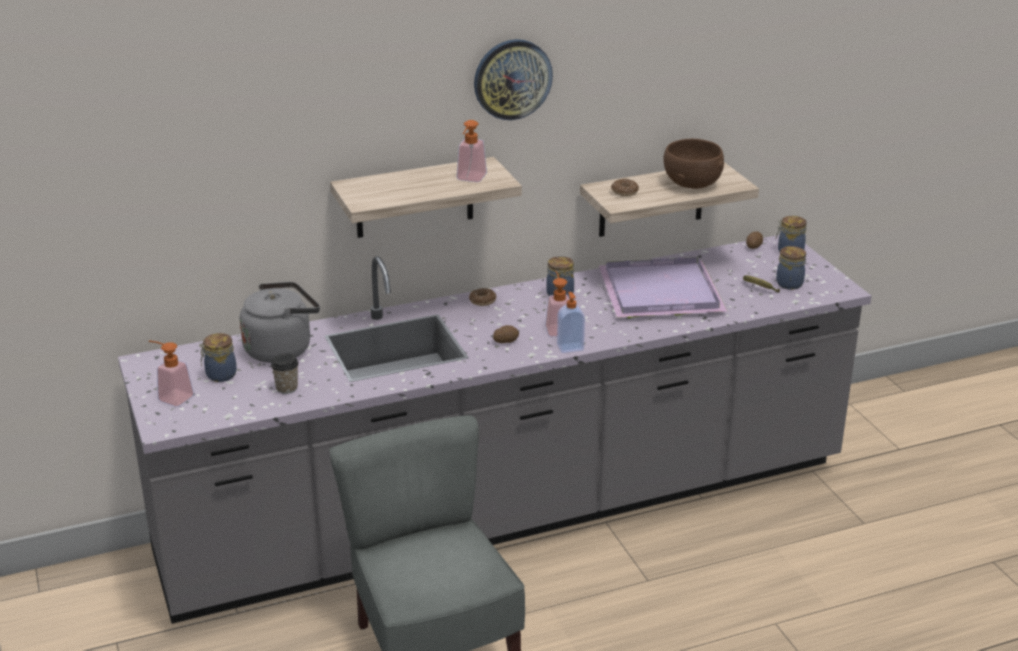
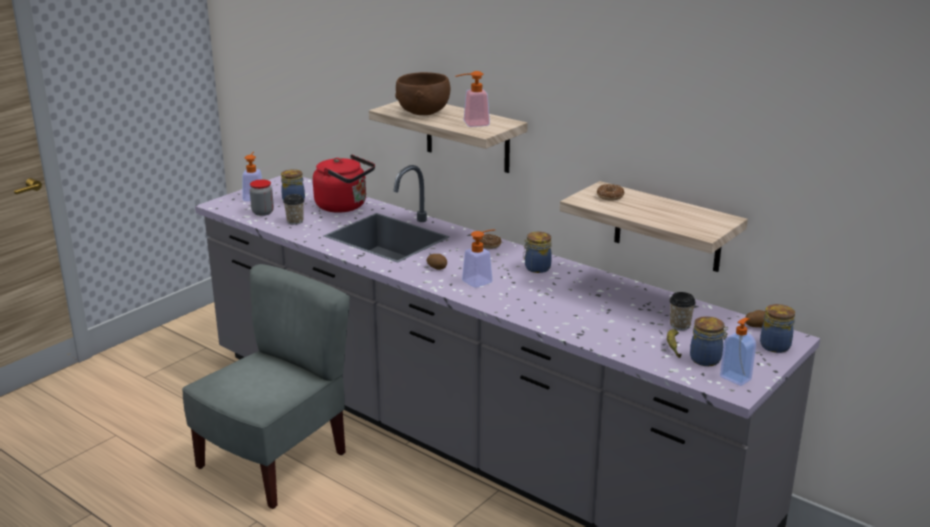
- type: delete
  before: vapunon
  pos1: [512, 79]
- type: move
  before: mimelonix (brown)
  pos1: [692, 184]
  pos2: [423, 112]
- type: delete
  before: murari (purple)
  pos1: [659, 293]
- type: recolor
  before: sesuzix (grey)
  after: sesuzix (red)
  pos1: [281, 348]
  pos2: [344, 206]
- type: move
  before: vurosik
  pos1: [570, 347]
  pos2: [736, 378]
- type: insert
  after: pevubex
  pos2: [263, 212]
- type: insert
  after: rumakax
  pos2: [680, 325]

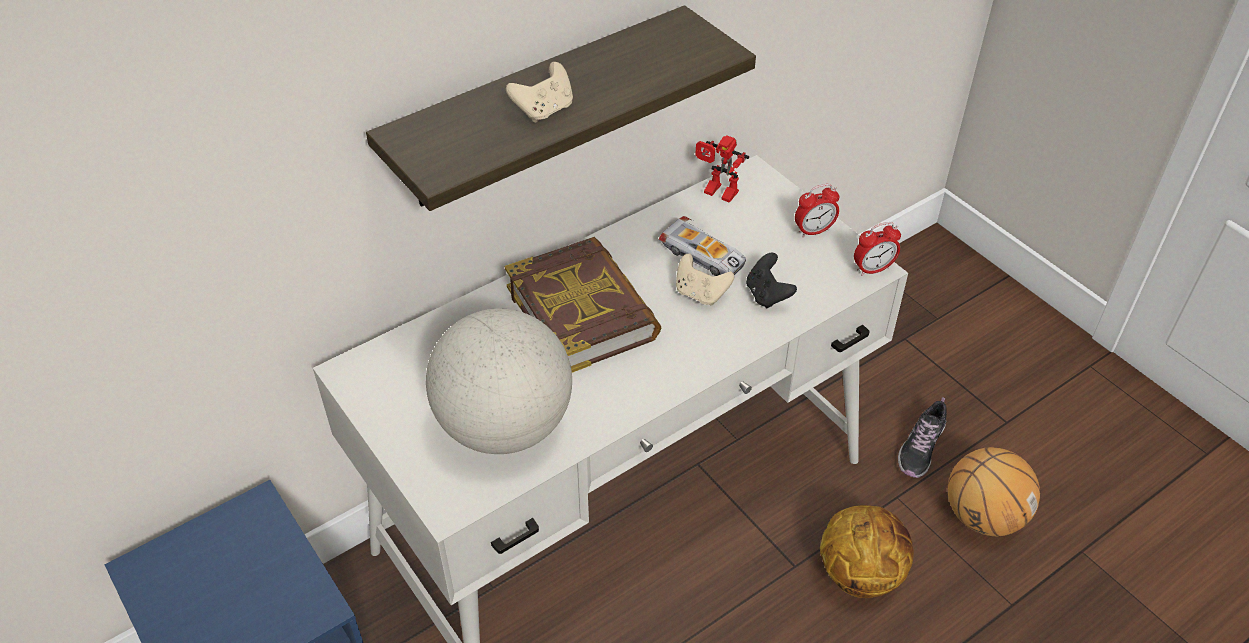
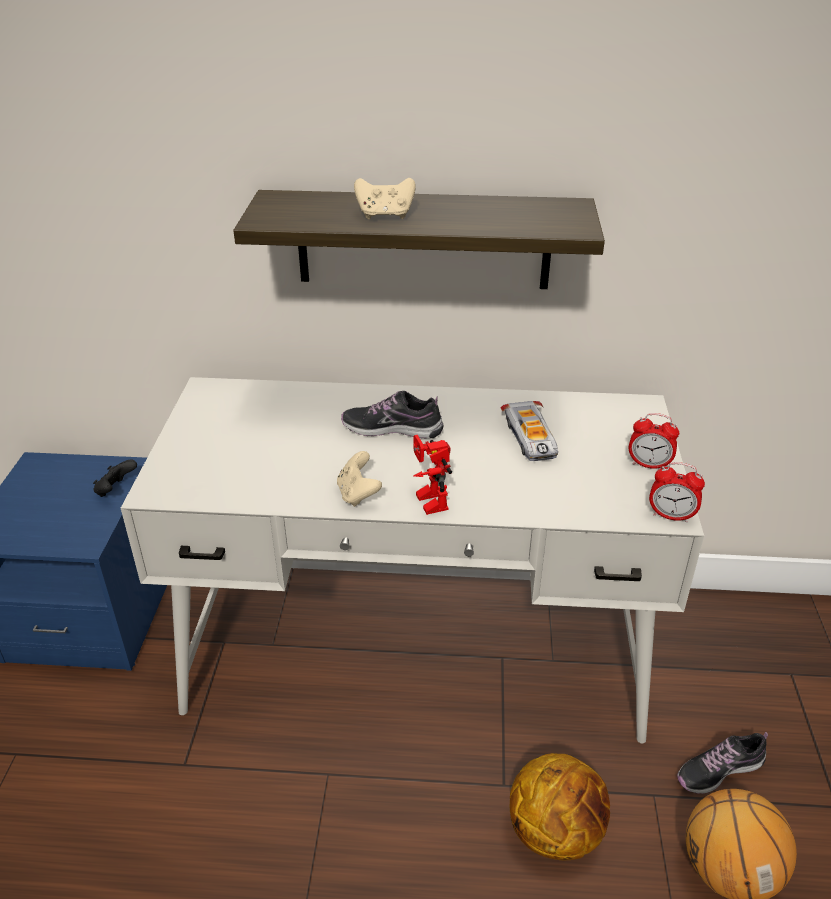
- type: move
  before: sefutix
  pos1: [717, 193]
  pos2: [426, 501]
- type: replace
  before: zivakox
  after: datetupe
  pos1: [582, 312]
  pos2: [392, 429]
- type: move
  before: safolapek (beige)
  pos1: [700, 294]
  pos2: [358, 494]
- type: move
  before: safolapek (black)
  pos1: [767, 295]
  pos2: [116, 490]
- type: delete
  before: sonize
  pos1: [505, 426]

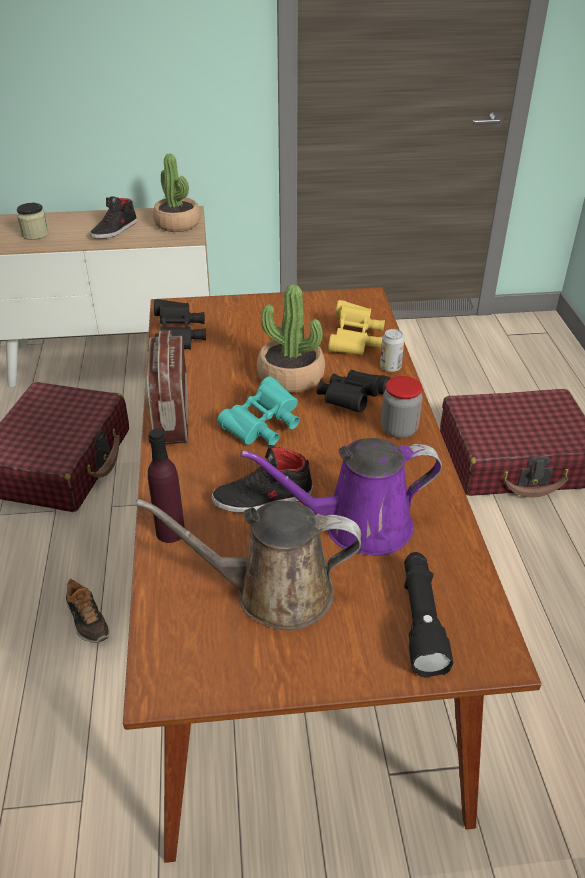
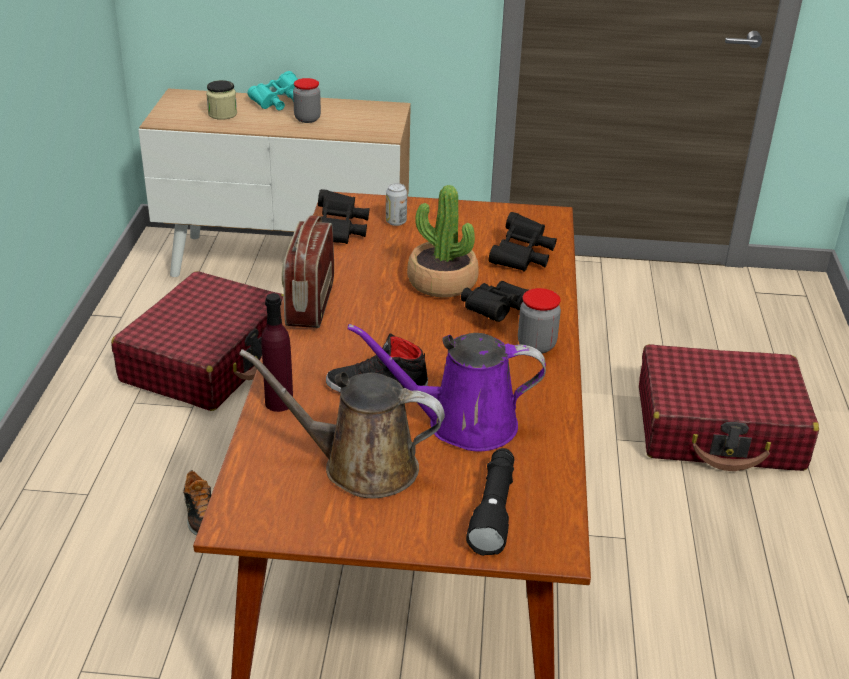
- type: delete
  before: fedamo
  pos1: [177, 224]
- type: replace
  before: datetupe (black)
  after: pevubex
  pos1: [115, 230]
  pos2: [307, 119]
- type: recolor
  before: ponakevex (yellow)
  after: ponakevex (black)
  pos1: [355, 341]
  pos2: [522, 257]
- type: move
  before: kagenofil
  pos1: [390, 367]
  pos2: [396, 222]
- type: move
  before: ponakevex (turquoise)
  pos1: [263, 427]
  pos2: [279, 102]

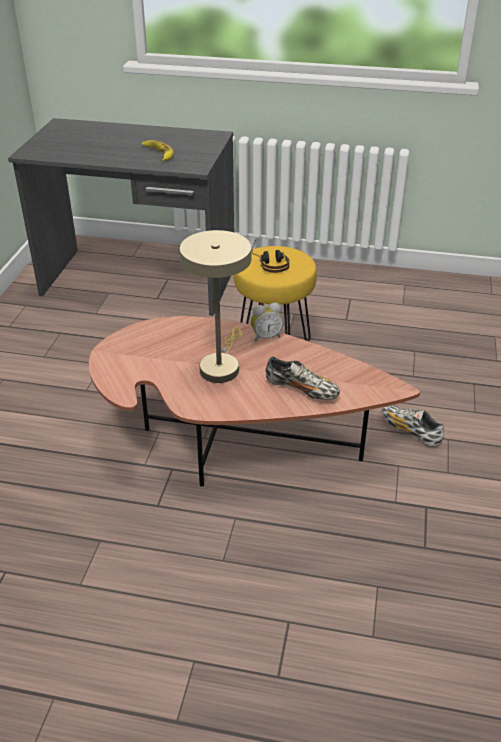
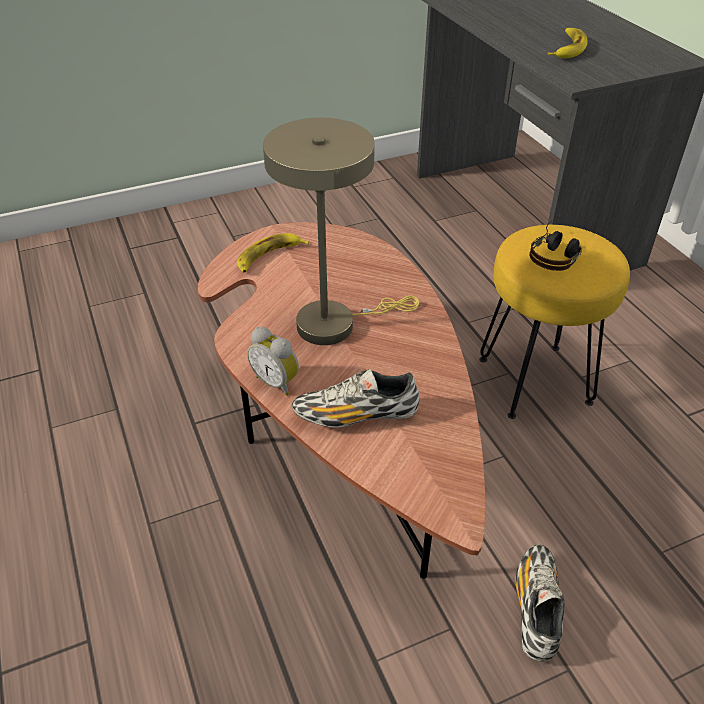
- type: move
  before: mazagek
  pos1: [266, 337]
  pos2: [277, 381]
- type: rotate
  before: datetupe
  pos1: [301, 390]
  pos2: [356, 415]
  turn: 90
- type: insert
  after: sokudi
  pos2: [269, 257]

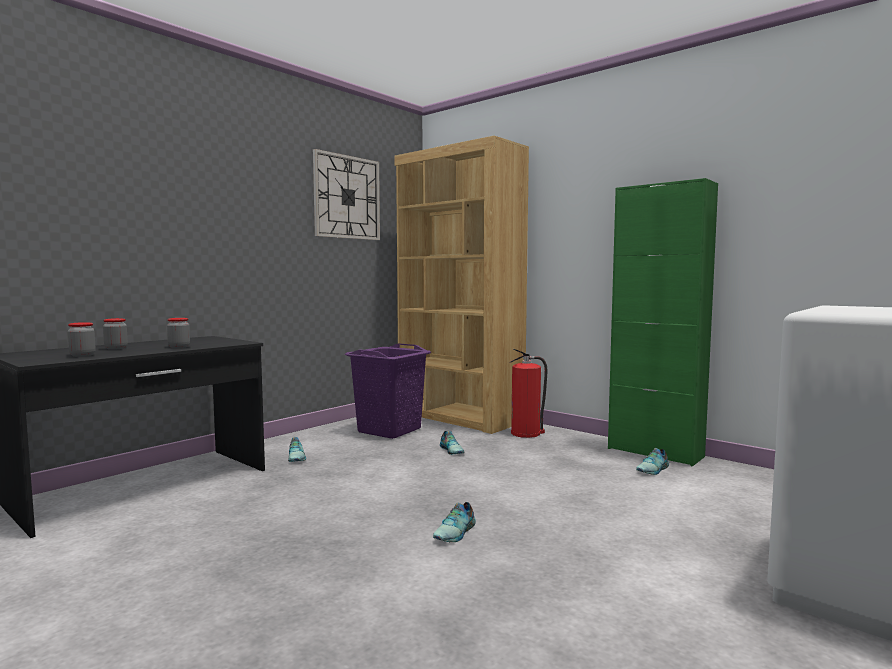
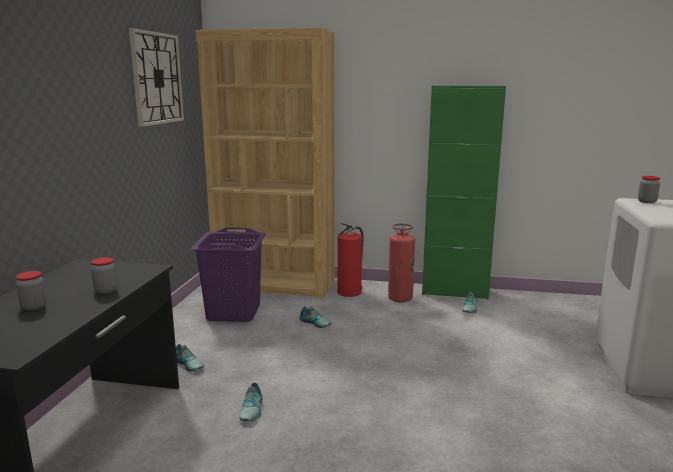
- type: move
  before: pevubex
  pos1: [82, 355]
  pos2: [647, 201]
- type: move
  before: datetupe
  pos1: [456, 533]
  pos2: [252, 410]
- type: insert
  after: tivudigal
  pos2: [400, 298]

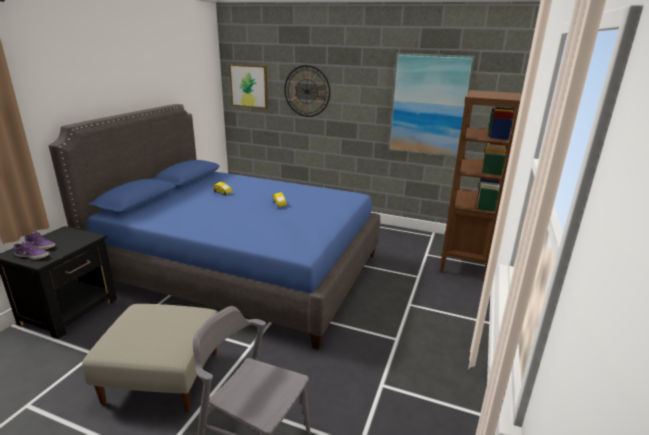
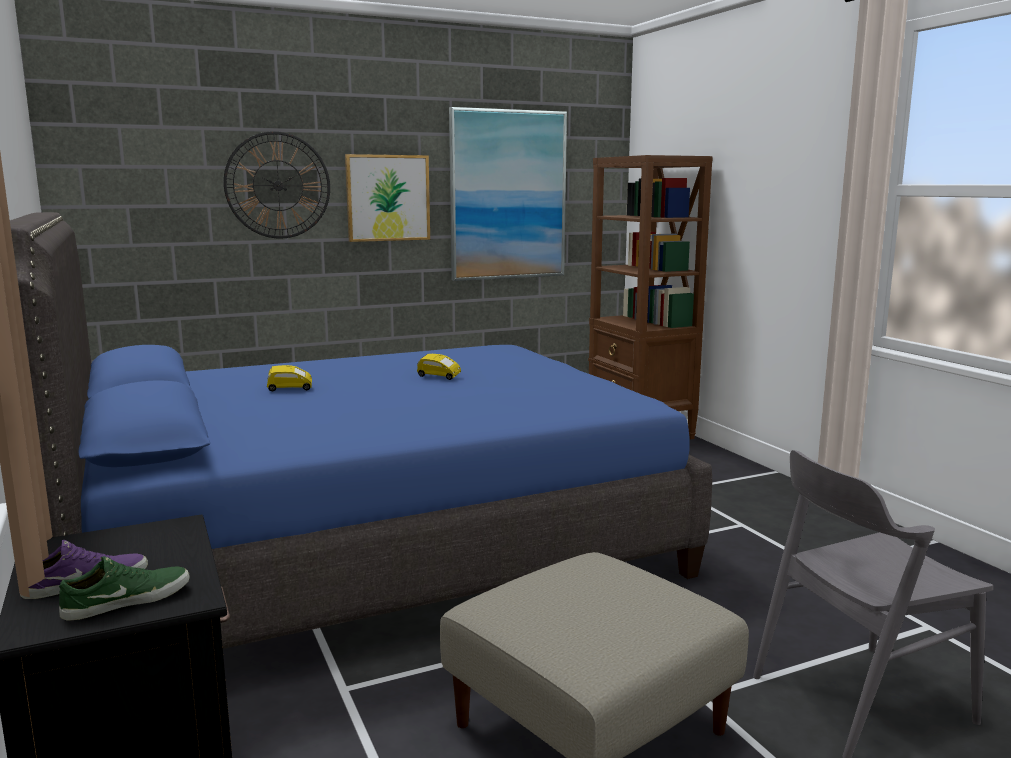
- type: move
  before: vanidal
  pos1: [249, 86]
  pos2: [388, 198]
- type: recolor
  before: datetupe (purple)
  after: datetupe (green)
  pos1: [33, 255]
  pos2: [127, 600]

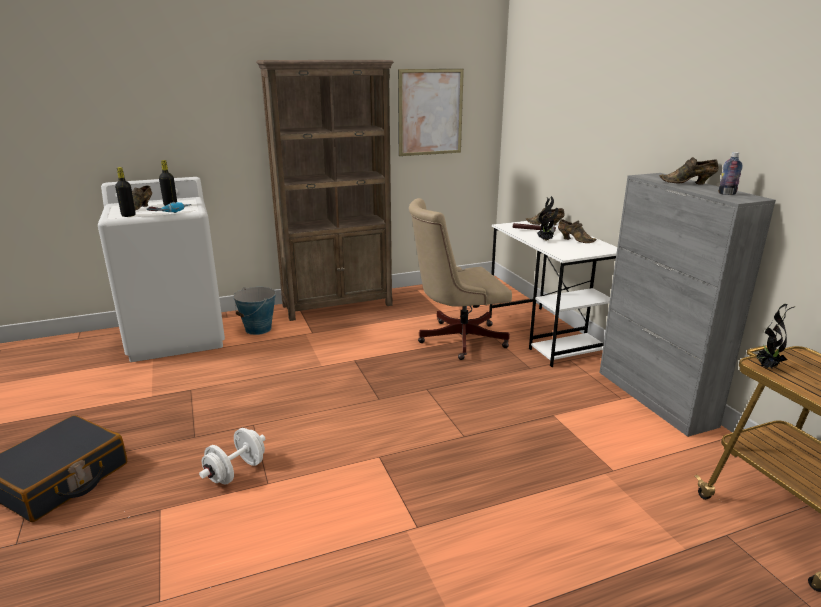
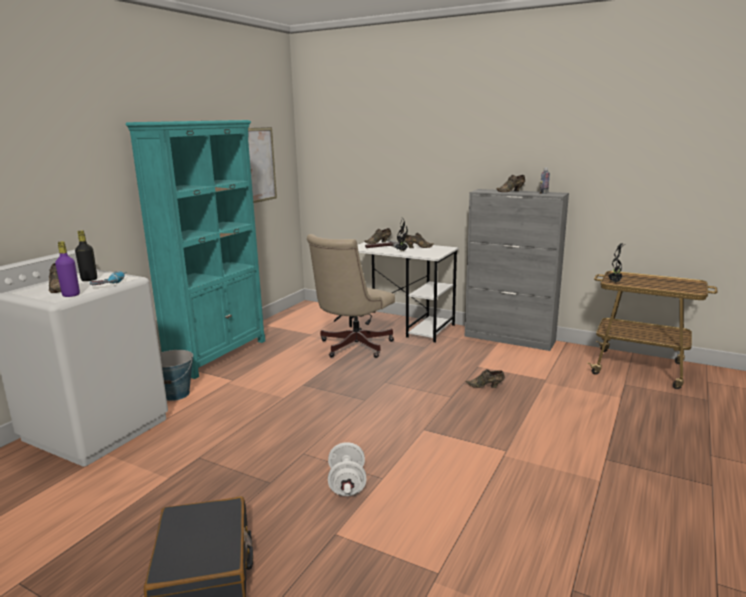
- type: recolor
  before: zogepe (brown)
  after: zogepe (turquoise)
  pos1: [338, 305]
  pos2: [218, 354]
- type: recolor
  before: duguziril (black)
  after: duguziril (purple)
  pos1: [128, 215]
  pos2: [71, 295]
- type: insert
  after: datetupe (brown)
  pos2: [486, 386]

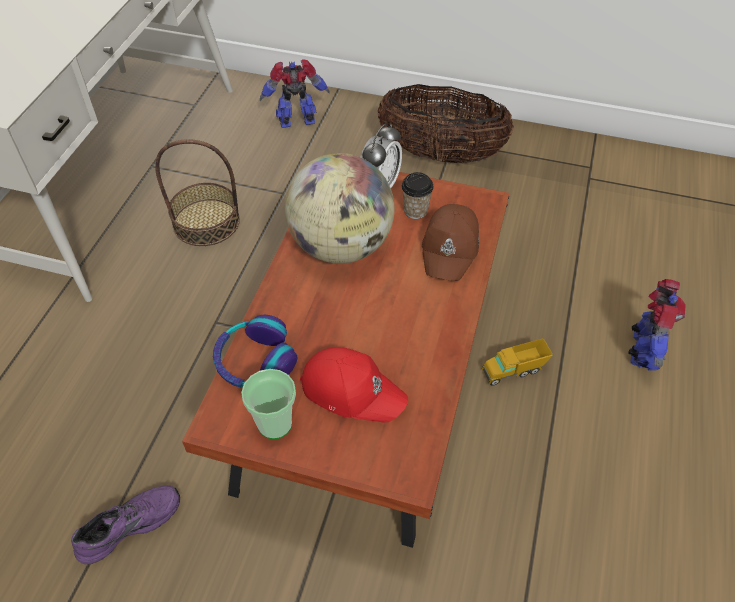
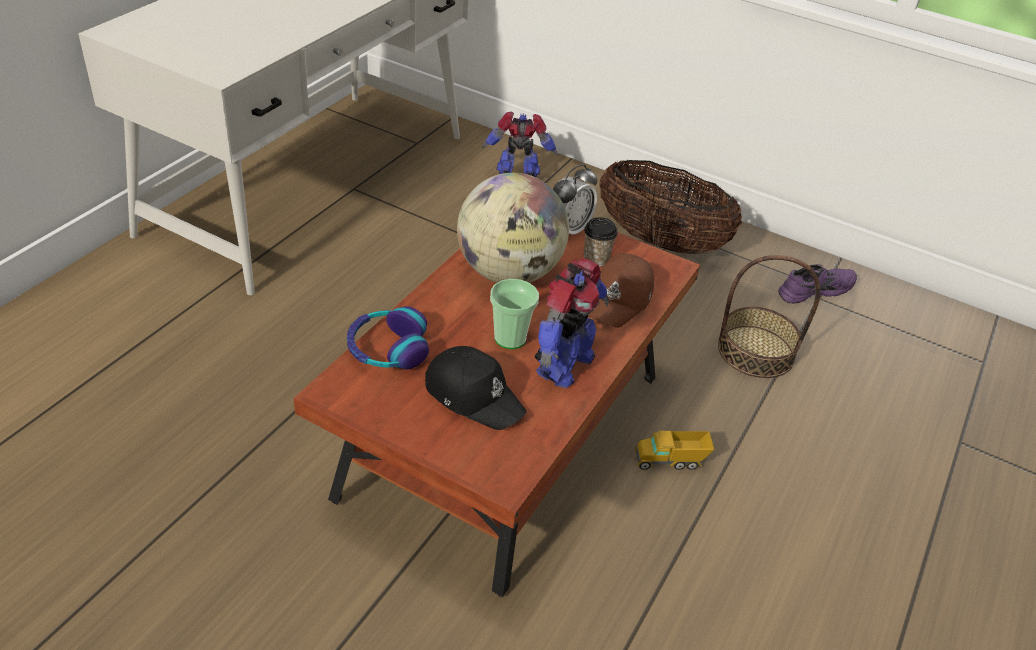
- type: move
  before: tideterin
  pos1: [206, 222]
  pos2: [755, 351]
- type: move
  before: sefutix
  pos1: [643, 351]
  pos2: [563, 365]
- type: recolor
  before: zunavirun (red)
  after: zunavirun (black)
  pos1: [352, 390]
  pos2: [474, 395]
- type: move
  before: rumakax
  pos1: [275, 424]
  pos2: [510, 338]
- type: move
  before: datetupe (purple)
  pos1: [129, 524]
  pos2: [814, 289]

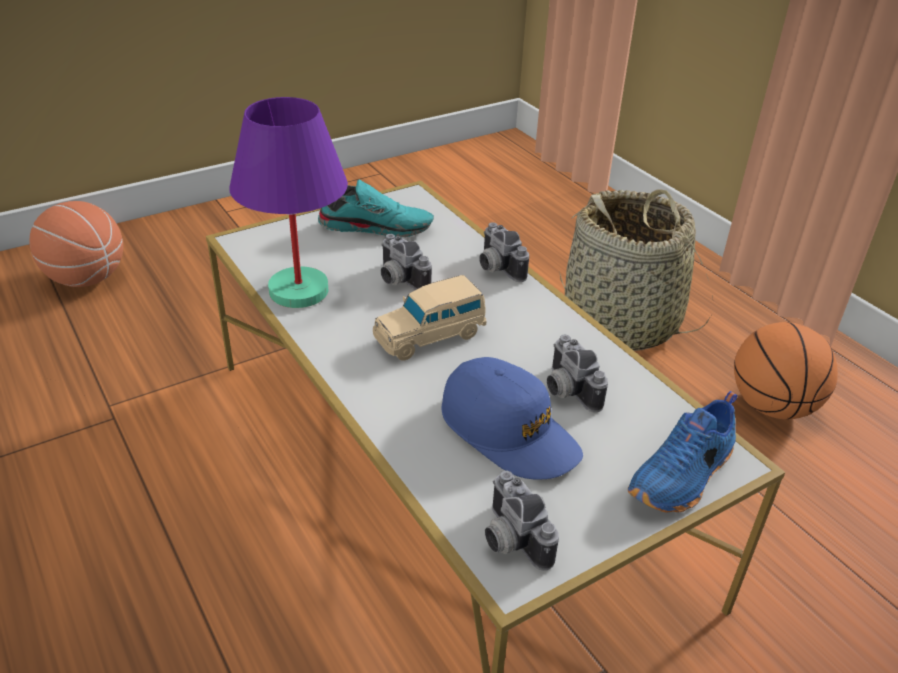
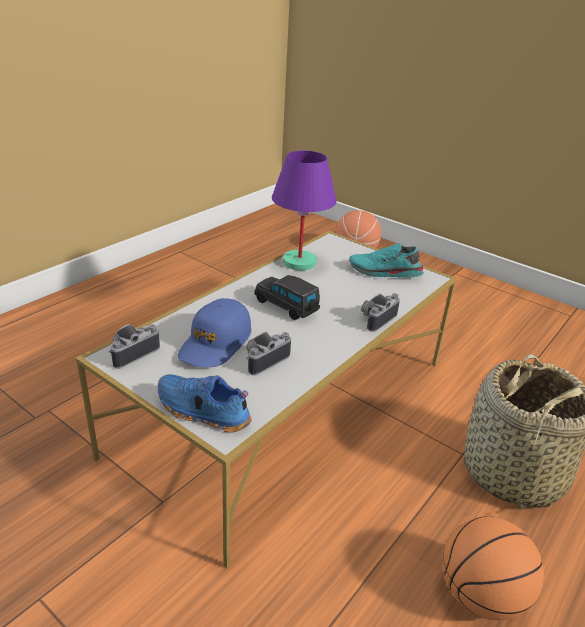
- type: rotate
  before: datetupe (turquoise)
  pos1: [376, 226]
  pos2: [384, 272]
  turn: 120
- type: delete
  before: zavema
  pos1: [398, 280]
- type: recolor
  before: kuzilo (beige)
  after: kuzilo (black)
  pos1: [431, 336]
  pos2: [287, 307]

